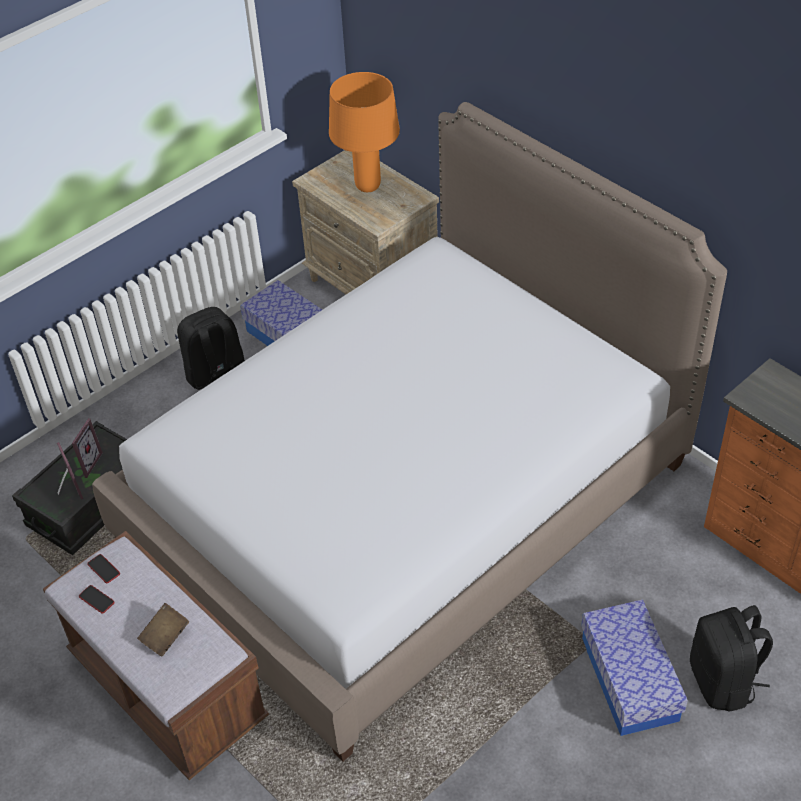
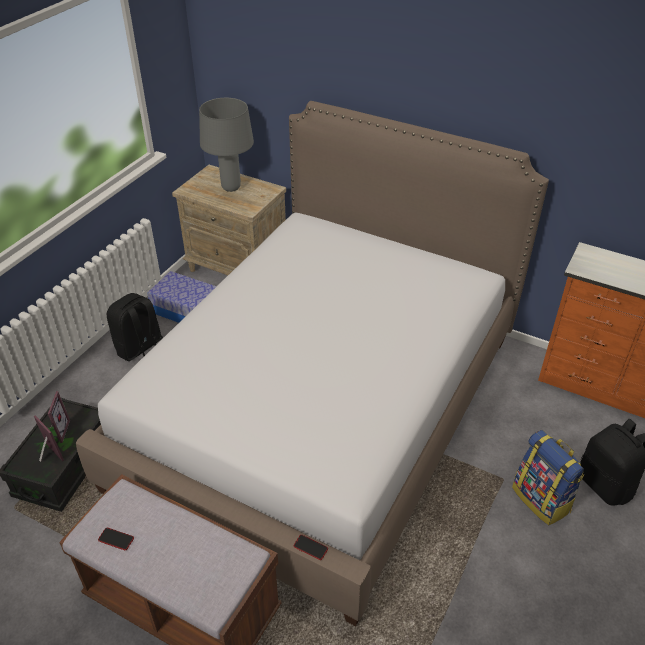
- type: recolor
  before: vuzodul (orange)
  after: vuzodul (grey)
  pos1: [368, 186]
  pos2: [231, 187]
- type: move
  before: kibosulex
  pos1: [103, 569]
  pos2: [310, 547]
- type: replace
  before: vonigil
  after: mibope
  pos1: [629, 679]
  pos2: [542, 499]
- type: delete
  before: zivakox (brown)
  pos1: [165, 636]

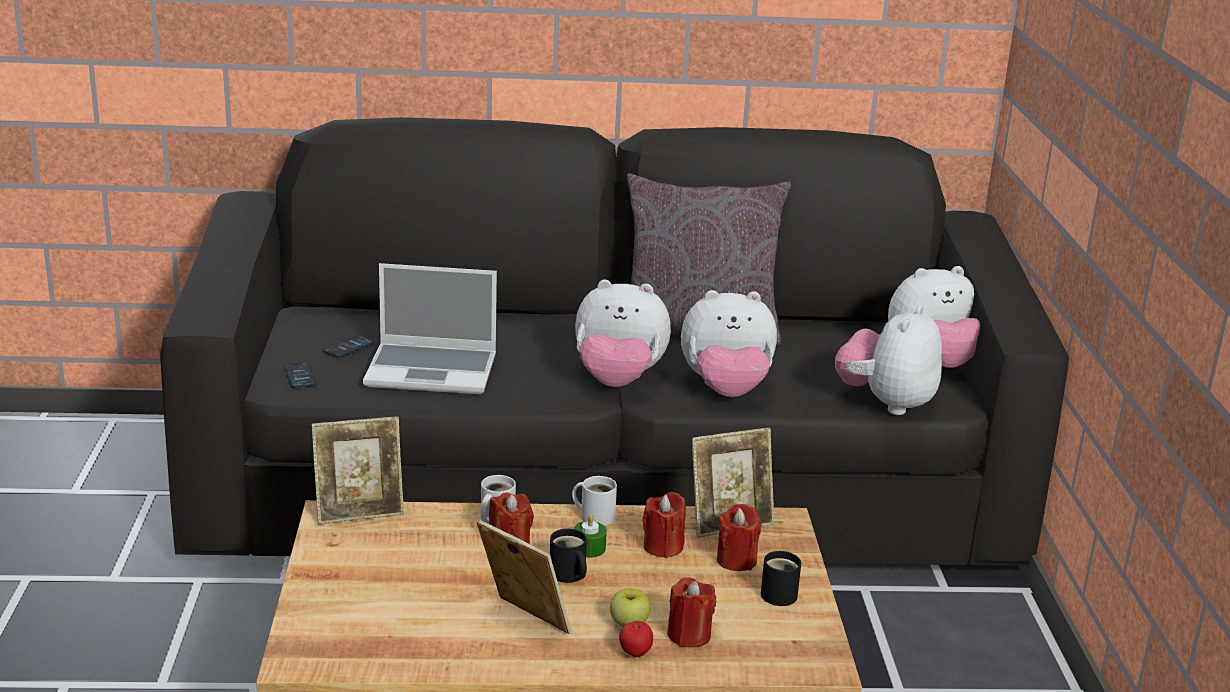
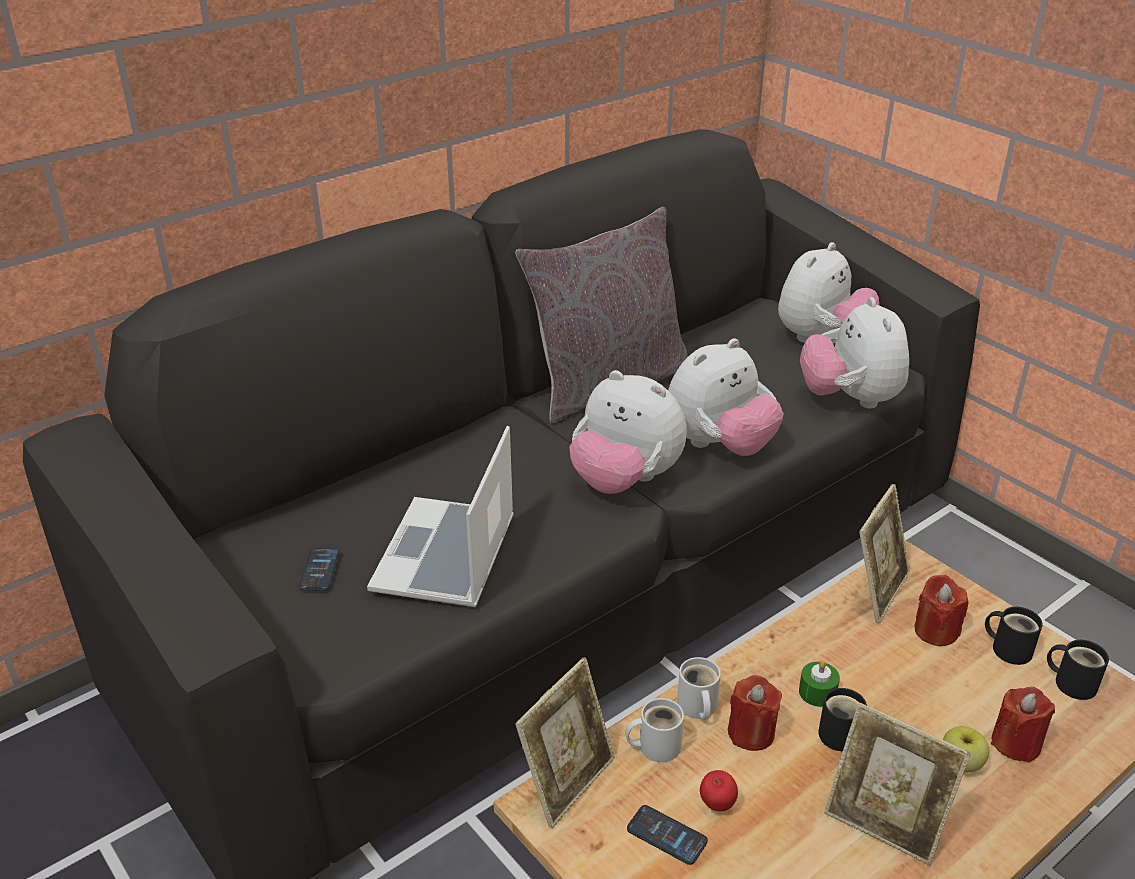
- type: rotate
  before: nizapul
  pos1: [433, 371]
  pos2: [446, 556]
  turn: 135
- type: rotate
  before: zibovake
  pos1: [618, 381]
  pos2: [625, 480]
  turn: 60
- type: move
  before: kibosulex
  pos1: [300, 376]
  pos2: [666, 835]
- type: move
  before: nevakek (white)
  pos1: [595, 515]
  pos2: [655, 745]
- type: delete
  before: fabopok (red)
  pos1: [663, 547]
- type: rotate
  before: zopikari
  pos1: [522, 622]
  pos2: [884, 824]
  turn: -150
- type: move
  before: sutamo
  pos1: [635, 654]
  pos2: [716, 804]
- type: insert
  after: nevakek (black)
  pos2: [1072, 682]

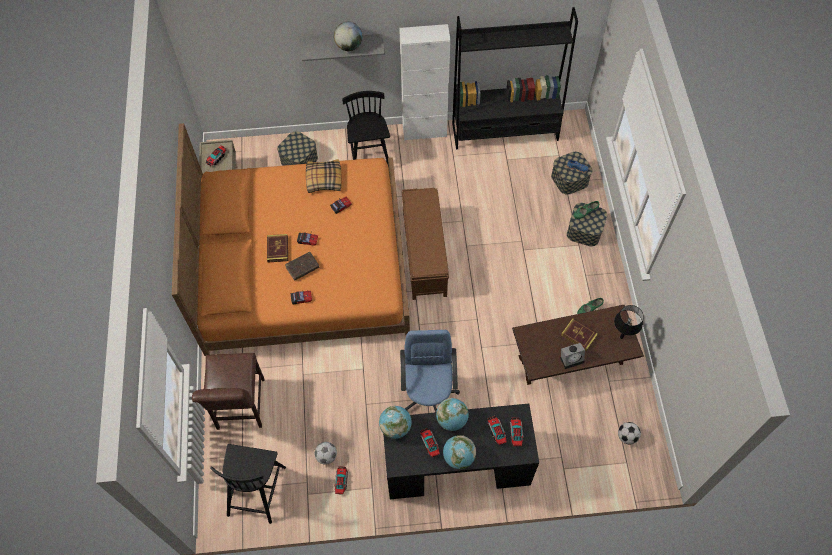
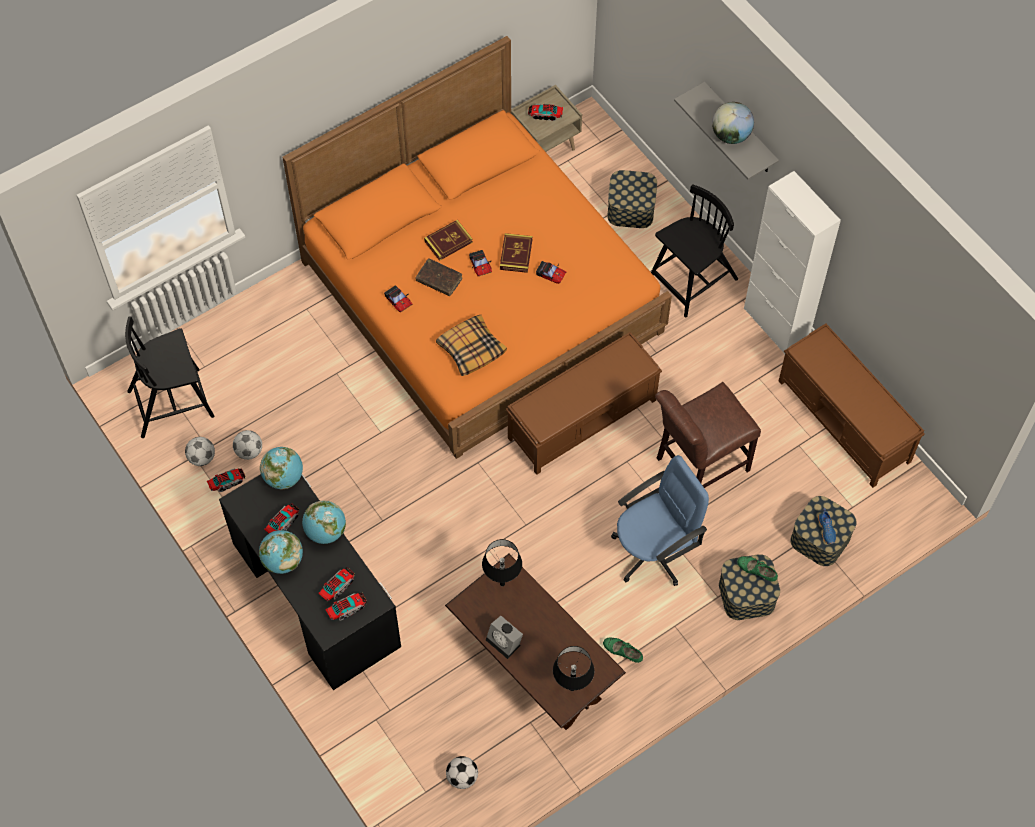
- type: replace
  before: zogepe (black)
  after: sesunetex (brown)
  pos1: [505, 132]
  pos2: [844, 422]
- type: move
  before: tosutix
  pos1: [323, 179]
  pos2: [471, 349]
- type: move
  before: zivakox
  pos1: [579, 335]
  pos2: [516, 254]
- type: move
  before: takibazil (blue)
  pos1: [429, 393]
  pos2: [654, 551]
- type: move
  before: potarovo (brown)
  pos1: [240, 407]
  pos2: [697, 466]
- type: insert
  after: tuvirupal
  pos2: [202, 458]
- type: insert
  after: vuzodul (black)
  pos2: [502, 584]

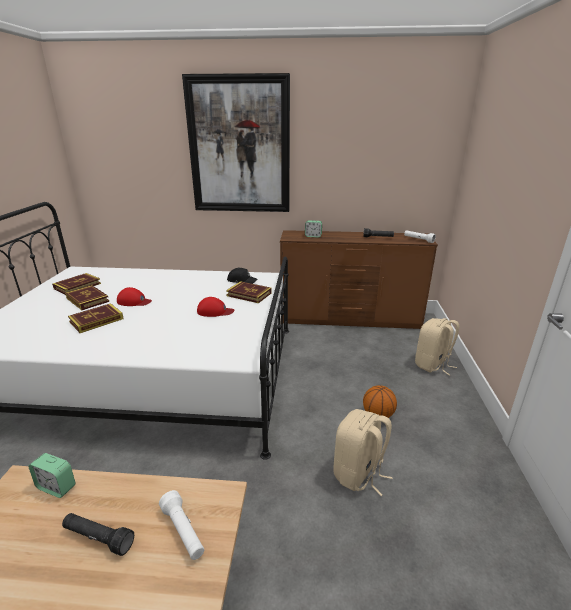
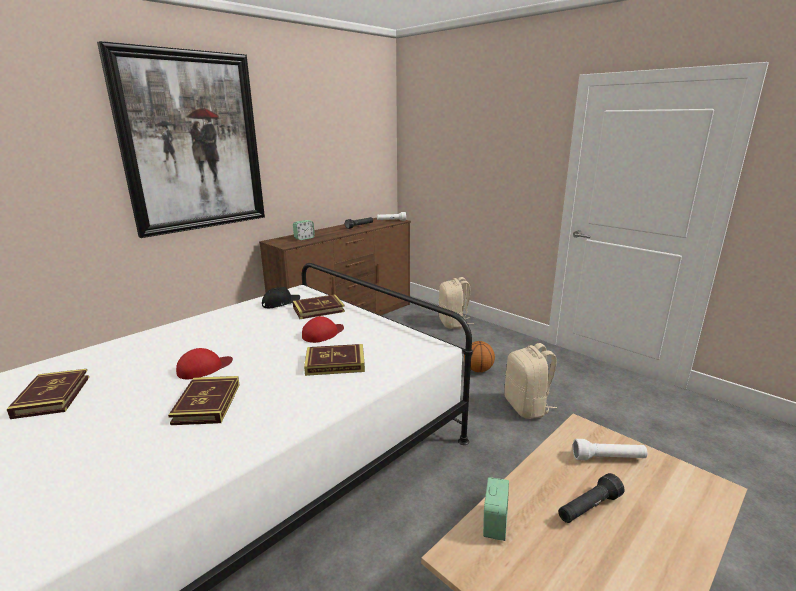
- type: move
  before: zivakox
  pos1: [87, 300]
  pos2: [335, 363]
- type: rotate
  before: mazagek
  pos1: [56, 487]
  pos2: [494, 524]
  turn: -45

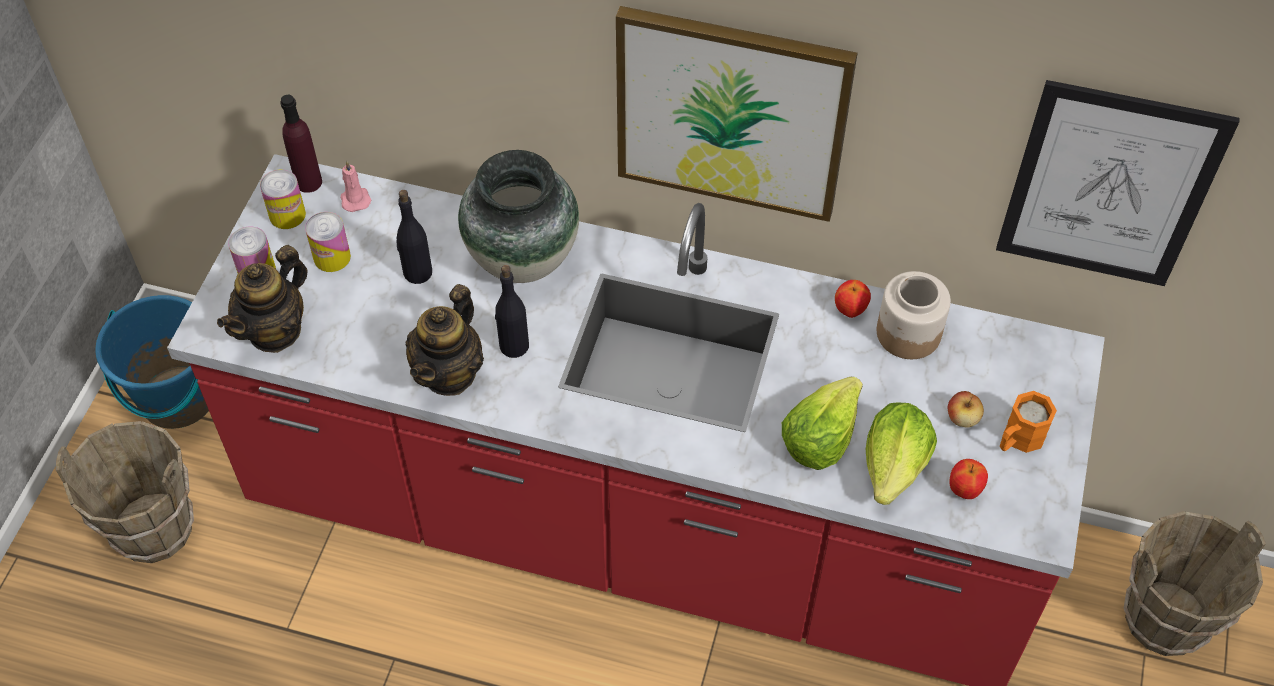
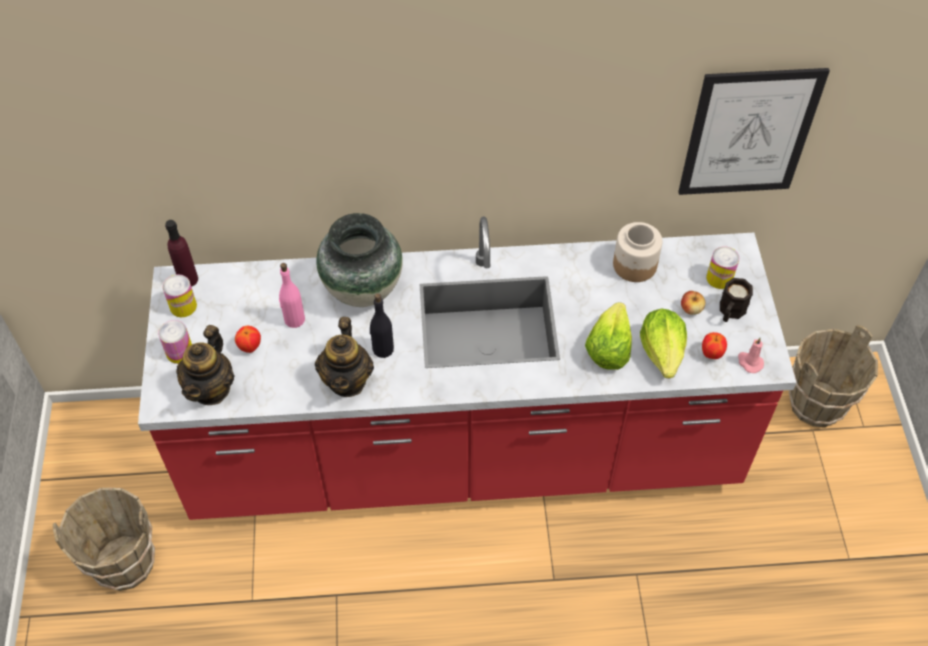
- type: delete
  before: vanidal
  pos1: [731, 113]
- type: move
  before: fabopok (pink)
  pos1: [355, 199]
  pos2: [749, 362]
- type: recolor
  before: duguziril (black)
  after: duguziril (pink)
  pos1: [417, 273]
  pos2: [294, 319]
- type: move
  before: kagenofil
  pos1: [332, 257]
  pos2: [719, 278]
- type: move
  before: sutamo
  pos1: [850, 310]
  pos2: [250, 347]
- type: delete
  before: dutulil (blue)
  pos1: [177, 398]
- type: recolor
  before: nevakek (orange)
  after: nevakek (black)
  pos1: [1018, 439]
  pos2: [730, 312]

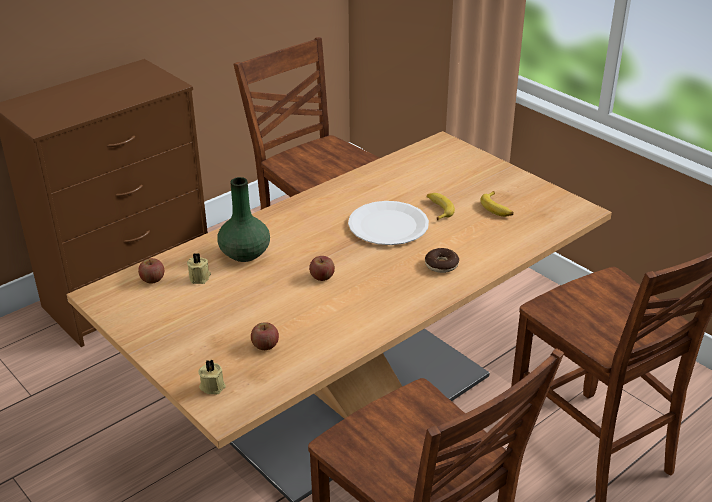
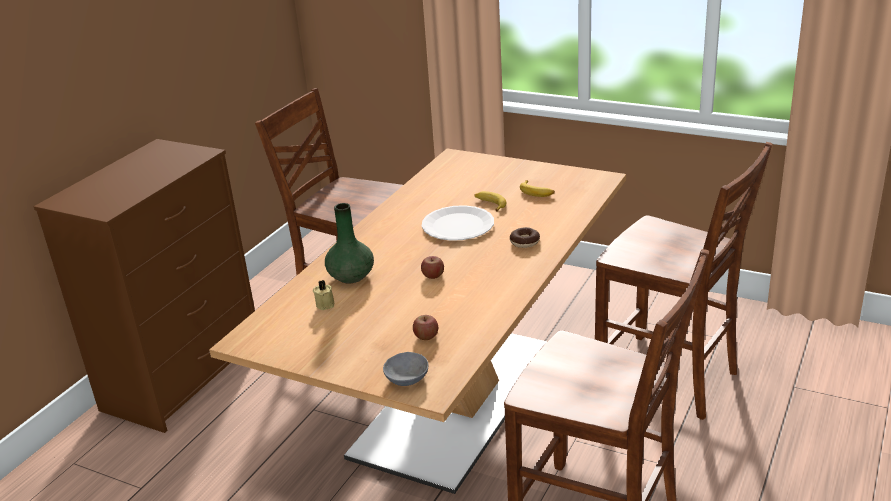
- type: delete
  before: sutamo
  pos1: [152, 279]
- type: replace
  before: fabopok (beige)
  after: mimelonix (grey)
  pos1: [212, 386]
  pos2: [405, 377]

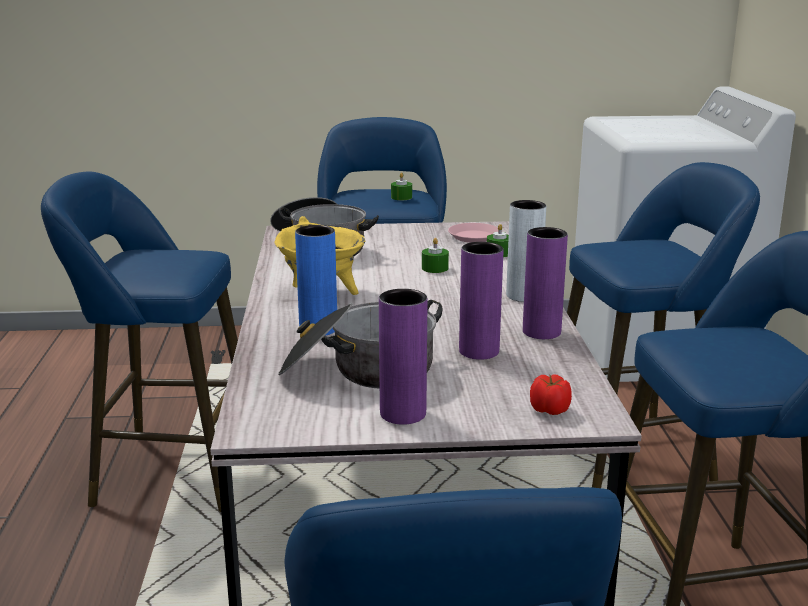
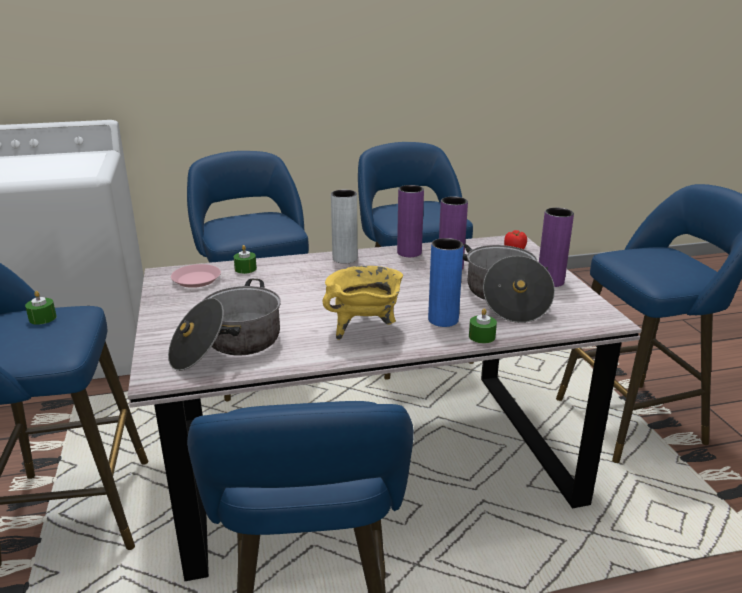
- type: move
  before: fabopok (green)
  pos1: [435, 268]
  pos2: [482, 336]

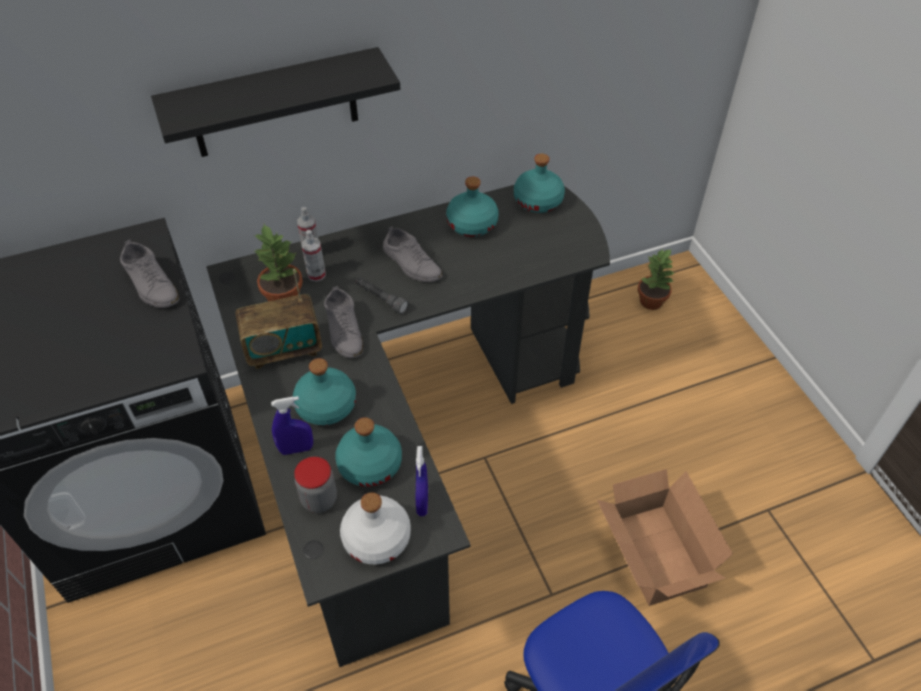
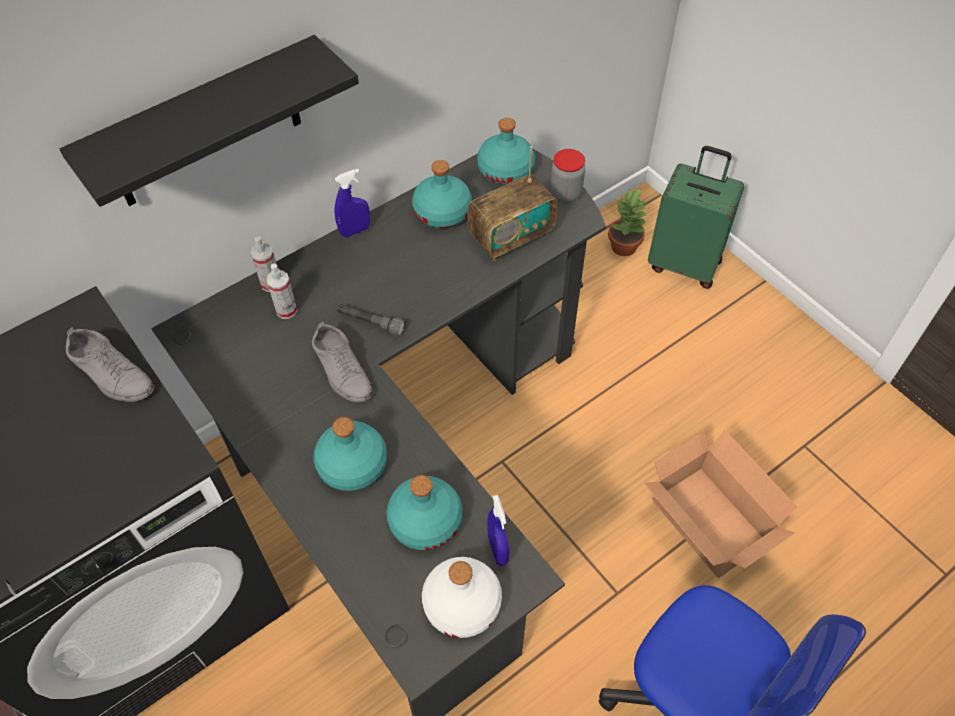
- type: delete
  before: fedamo
  pos1: [283, 297]
- type: delete
  before: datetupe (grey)
  pos1: [412, 263]
- type: move
  before: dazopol
  pos1: [283, 349]
  pos2: [511, 237]
- type: move
  before: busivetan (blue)
  pos1: [296, 449]
  pos2: [355, 231]
- type: move
  before: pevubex
  pos1: [319, 499]
  pos2: [565, 193]
- type: insert
  after: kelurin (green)
  pos2: [685, 263]

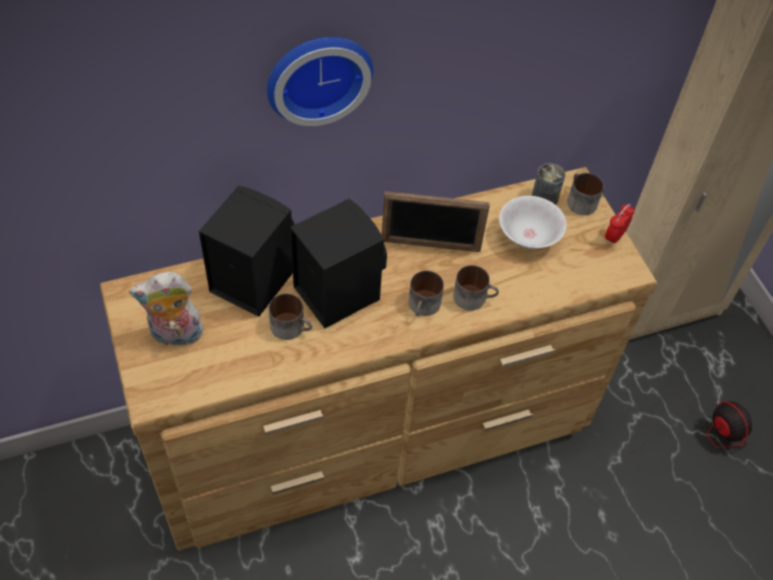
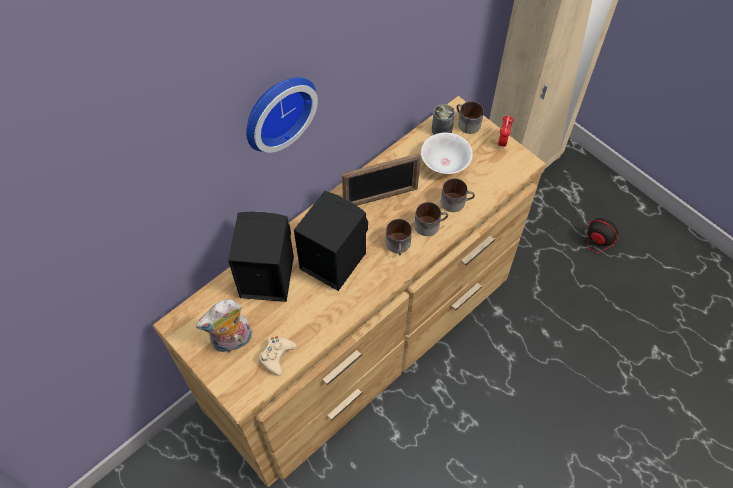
- type: move
  before: nevakek
  pos1: [292, 326]
  pos2: [456, 201]
- type: insert
  after: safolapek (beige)
  pos2: [277, 356]

